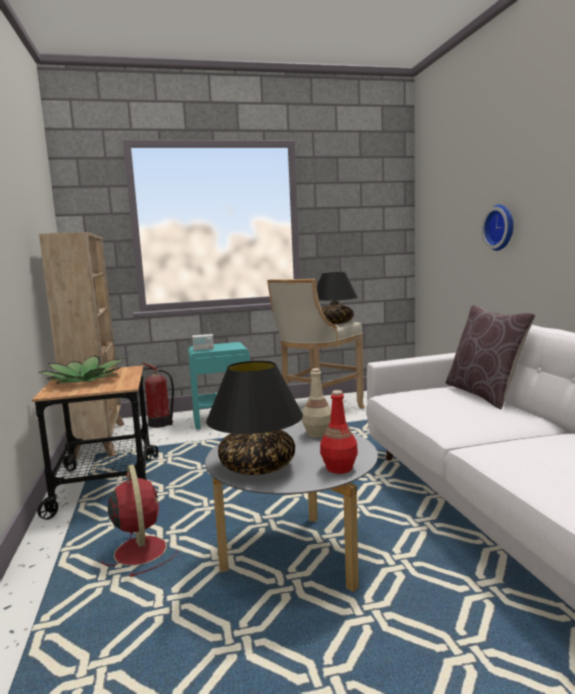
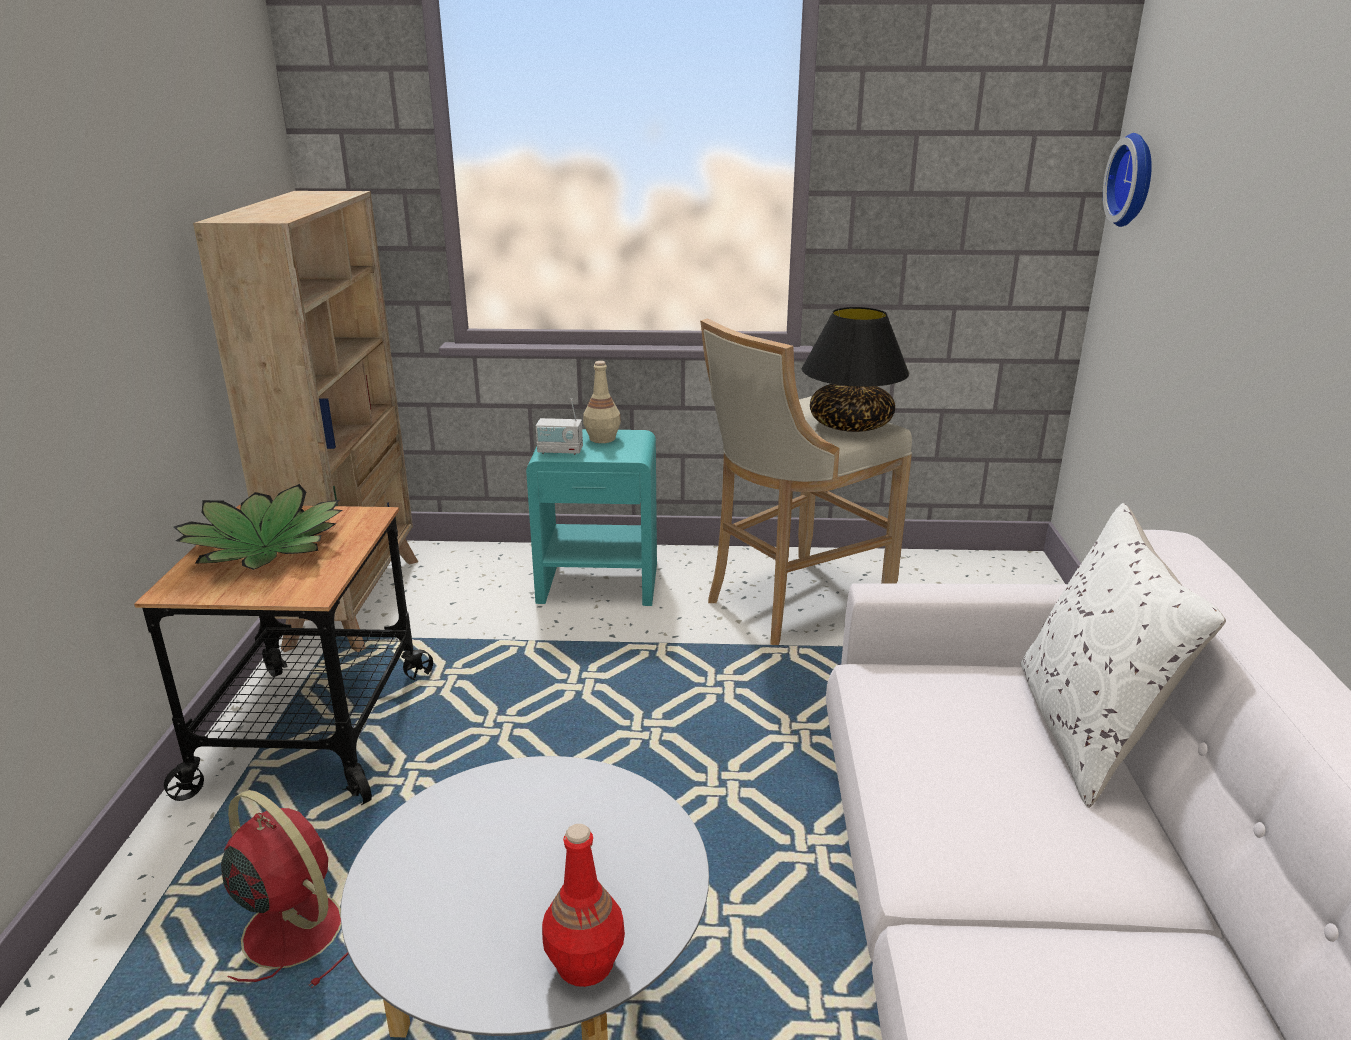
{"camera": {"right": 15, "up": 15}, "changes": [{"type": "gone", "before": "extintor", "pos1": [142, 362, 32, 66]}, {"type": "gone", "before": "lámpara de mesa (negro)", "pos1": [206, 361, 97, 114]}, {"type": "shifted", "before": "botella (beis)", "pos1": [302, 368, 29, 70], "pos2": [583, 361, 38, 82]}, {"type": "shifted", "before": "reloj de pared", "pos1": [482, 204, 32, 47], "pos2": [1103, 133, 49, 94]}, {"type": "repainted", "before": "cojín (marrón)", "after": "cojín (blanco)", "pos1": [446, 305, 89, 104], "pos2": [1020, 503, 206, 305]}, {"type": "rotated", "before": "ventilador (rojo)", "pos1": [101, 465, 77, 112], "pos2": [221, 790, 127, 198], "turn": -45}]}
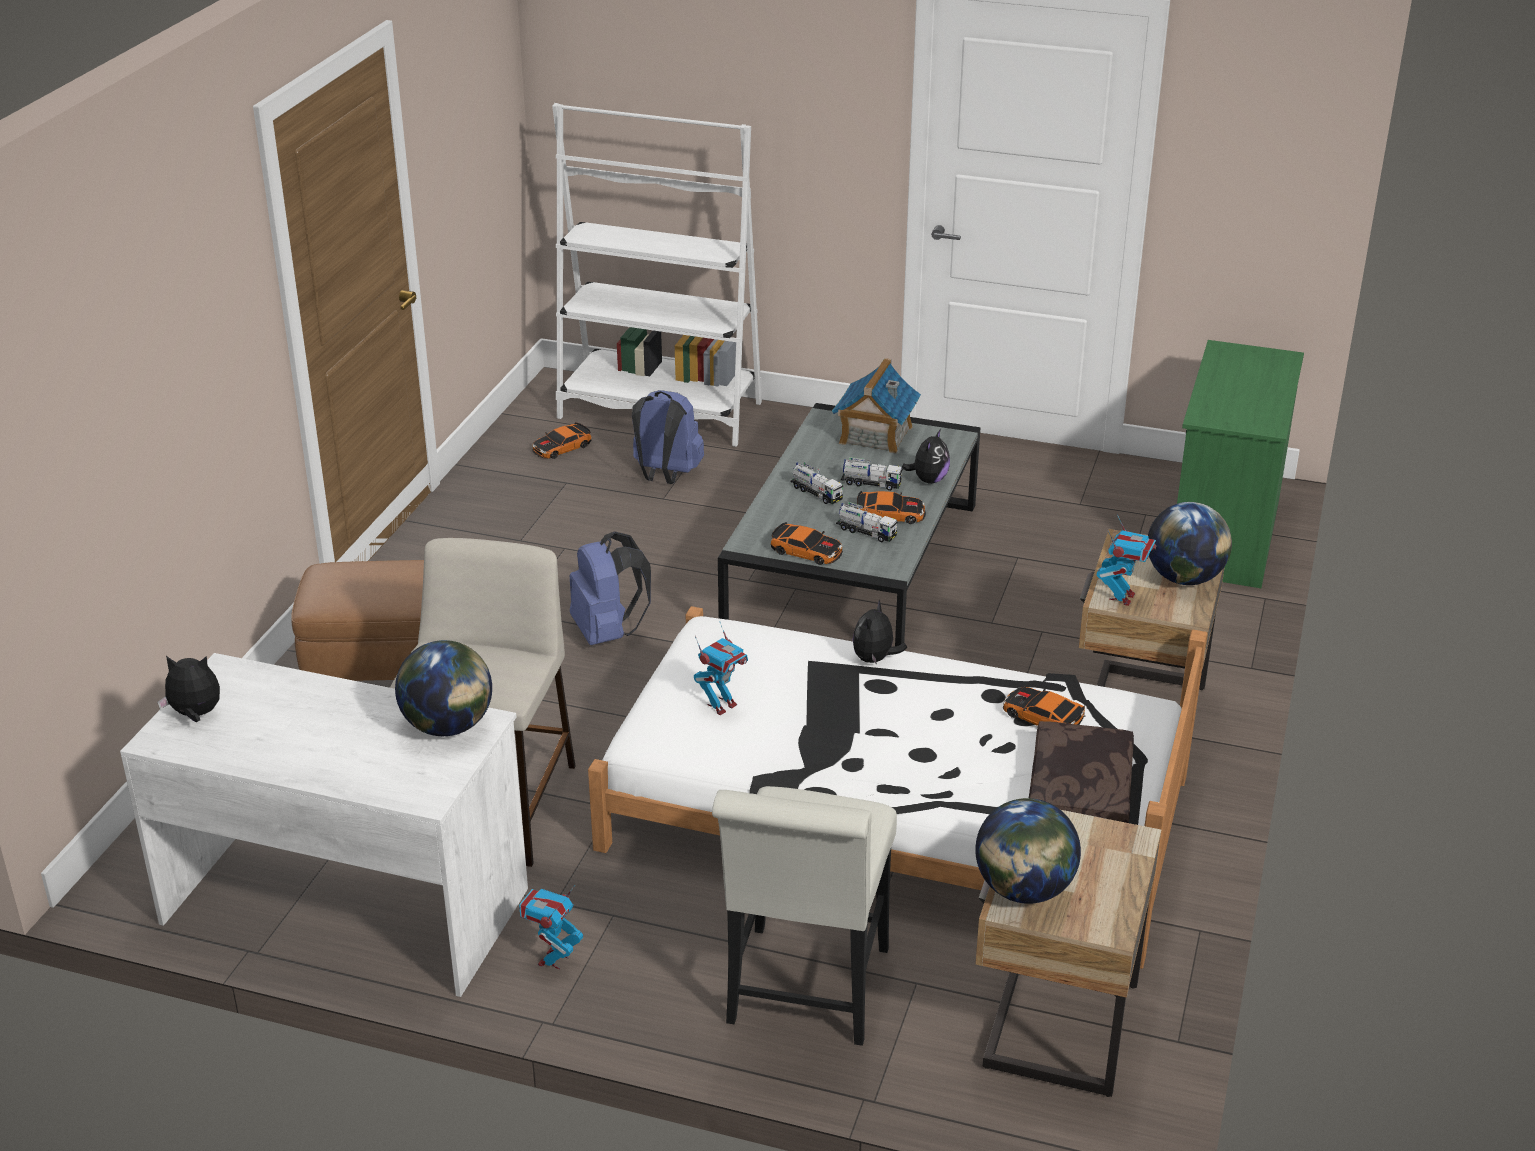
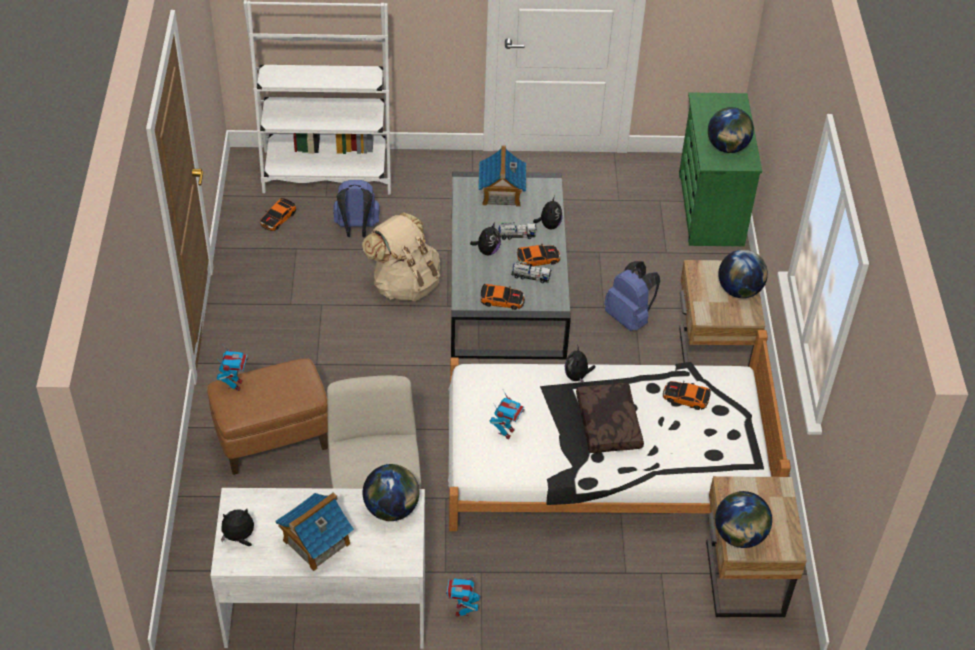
{"camera": {"right": -20, "up": 15}, "changes": [{"type": "gone", "before": "silla (blanco)", "pos1": [712, 786, 185, 260]}, {"type": "new", "after": "casita", "pos2": [275, 492, 79, 79]}, {"type": "new", "after": "mochila (beis)", "pos2": [362, 212, 78, 89]}, {"type": "new", "after": "globo terráqueo", "pos2": [708, 107, 46, 46]}, {"type": "shifted", "before": "mochila (azul)", "pos1": [570, 531, 81, 114], "pos2": [604, 261, 56, 70]}, {"type": "shifted", "before": "cojín (marrón)", "pos1": [1029, 721, 105, 102], "pos2": [576, 383, 68, 70]}, {"type": "shifted", "before": "robot de juguete", "pos1": [1097, 514, 59, 92], "pos2": [217, 344, 31, 47]}, {"type": "swapped", "before": "camión de juguete", "after": "peluche", "pos1": [790, 461, 54, 43], "pos2": [470, 223, 31, 32]}]}
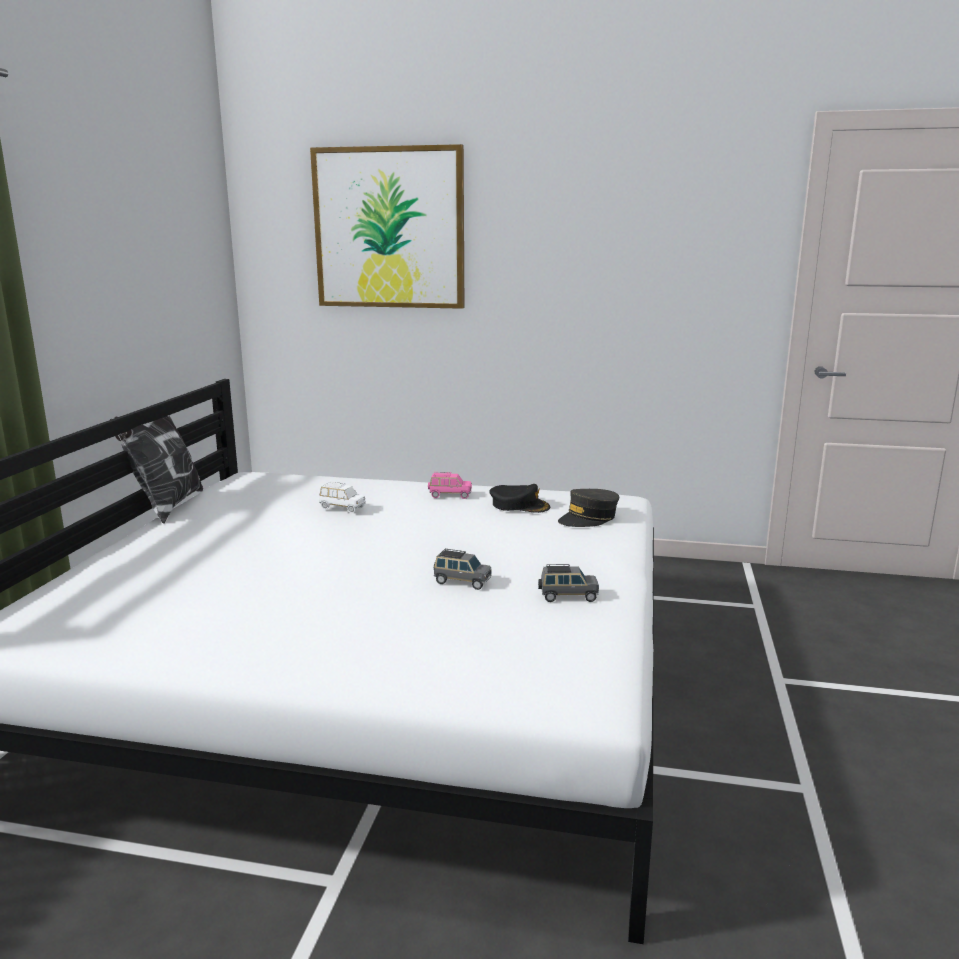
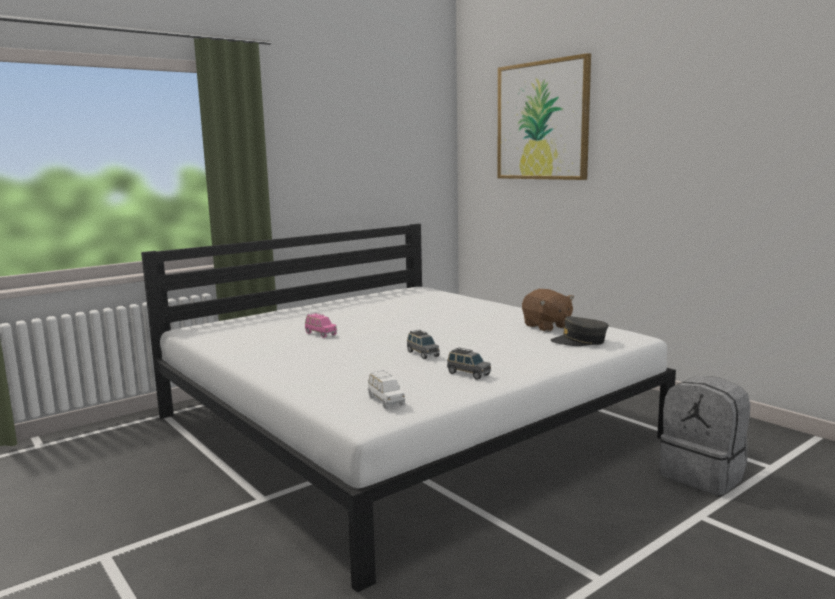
{"camera": {"right": 40, "up": -5}, "changes": [{"type": "gone", "before": "cojín", "pos1": [110, 402, 93, 122]}, {"type": "new", "after": "mochila (gris)", "pos2": [660, 376, 90, 119]}, {"type": "shifted", "before": "coche de juguete (blanco)", "pos1": [319, 481, 47, 32], "pos2": [368, 370, 37, 39]}, {"type": "shifted", "before": "coche de juguete (rosa)", "pos1": [428, 472, 44, 27], "pos2": [305, 313, 32, 25]}, {"type": "swapped", "before": "gorra (negro)", "after": "peluche (marrón)", "pos1": [489, 484, 61, 29], "pos2": [522, 289, 52, 43]}]}
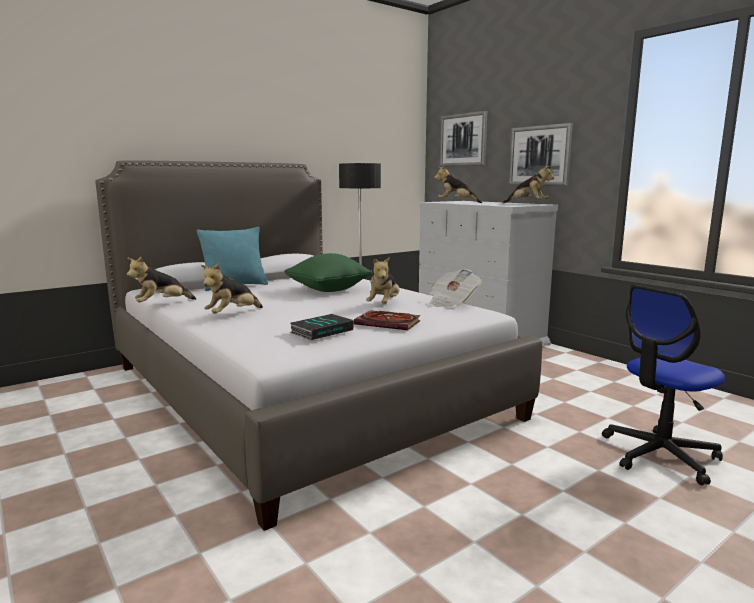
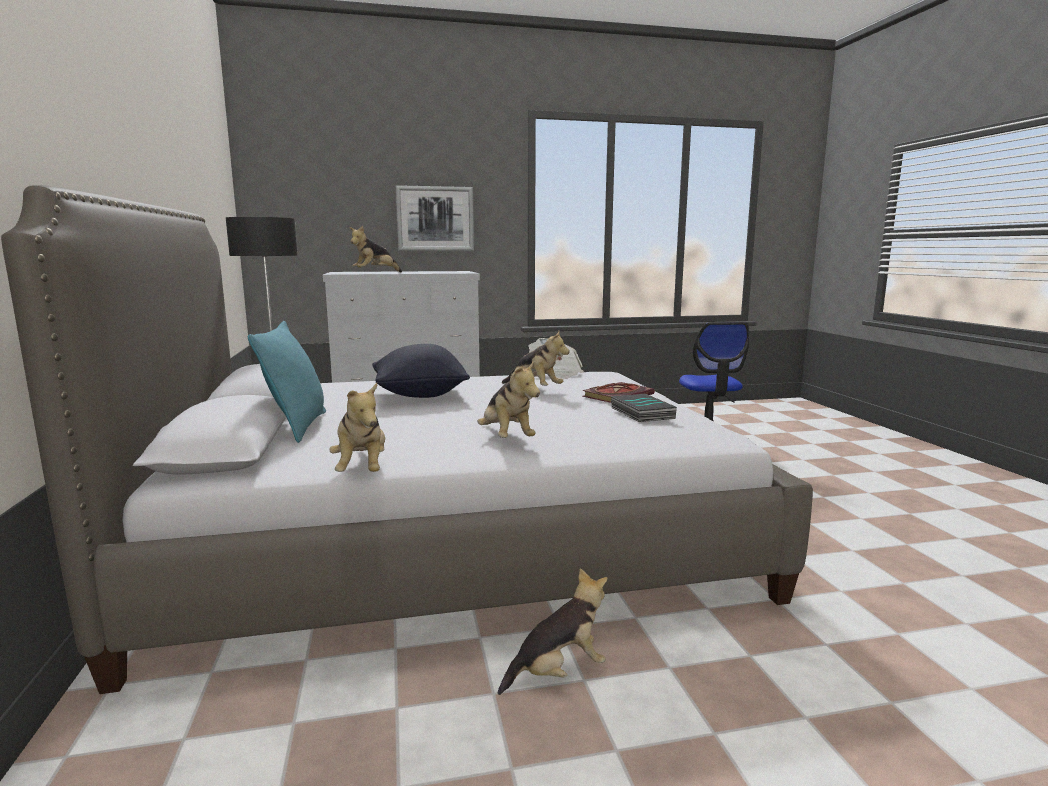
{"camera": {"right": -65, "up": 0}, "changes": [{"type": "gone", "before": "cuadro", "pos1": [439, 111, 48, 56]}, {"type": "shifted", "before": "peluche", "pos1": [503, 165, 51, 38], "pos2": [498, 568, 110, 127]}, {"type": "repainted", "before": "cojín (verde)", "after": "cojín (negro)", "pos1": [284, 253, 89, 39], "pos2": [372, 344, 98, 54]}]}
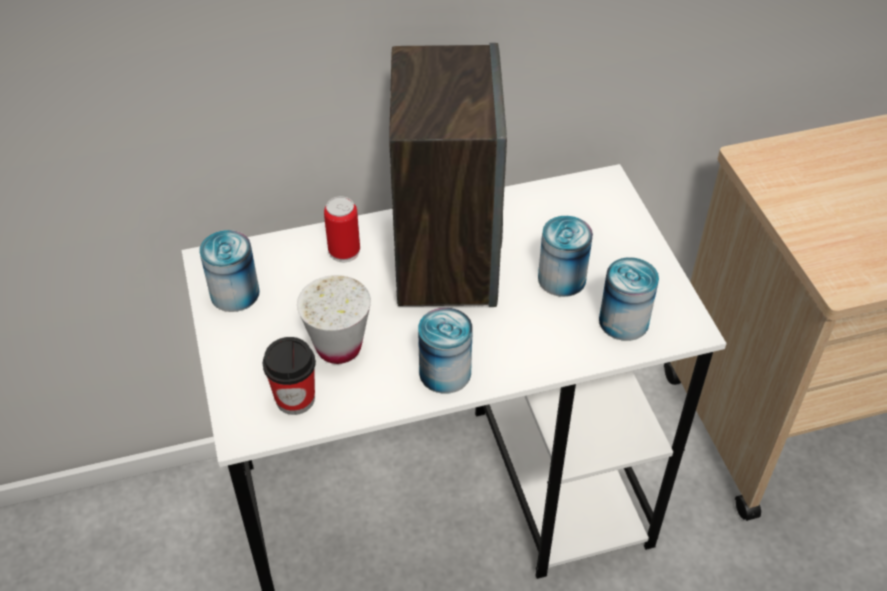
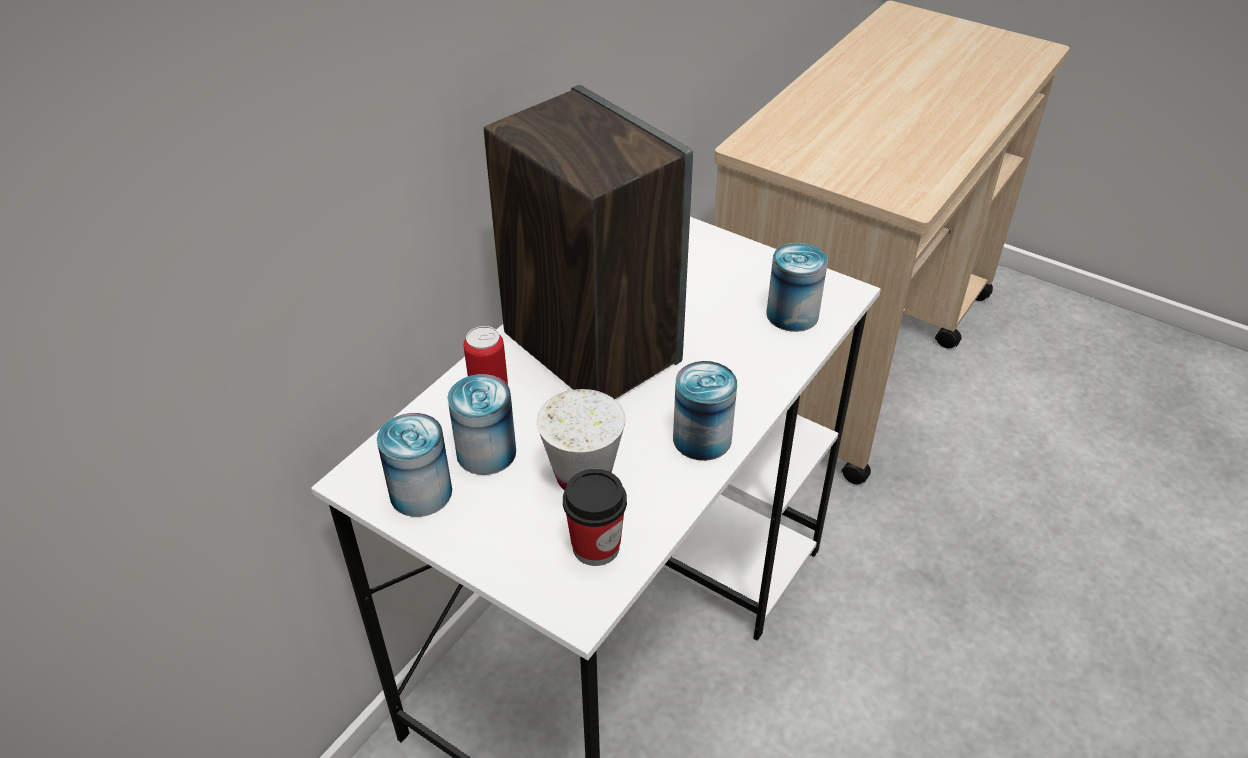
{"camera": {"right": -40, "up": -5}, "changes": [{"type": "shifted", "before": "lata", "pos1": [538, 216, 55, 81], "pos2": [447, 374, 69, 101]}]}
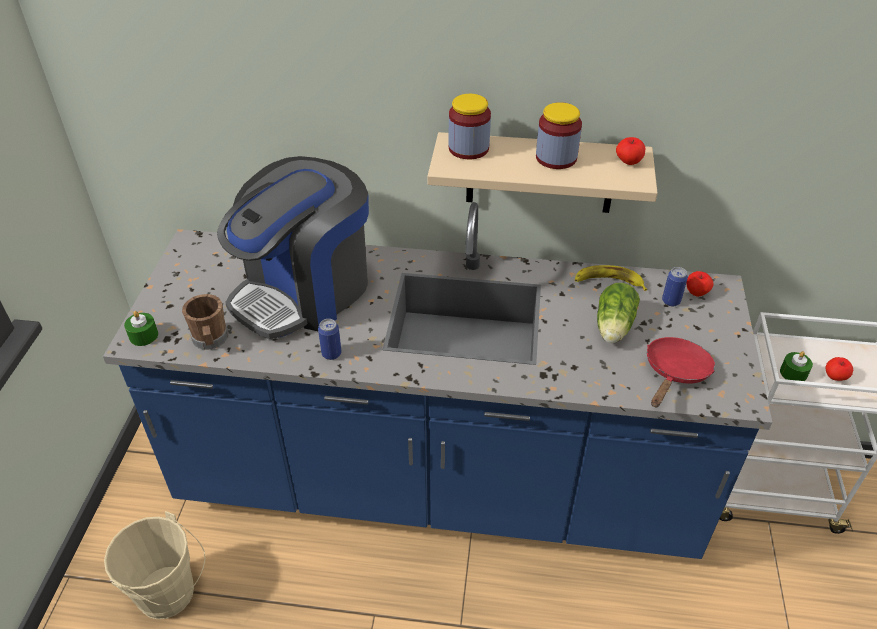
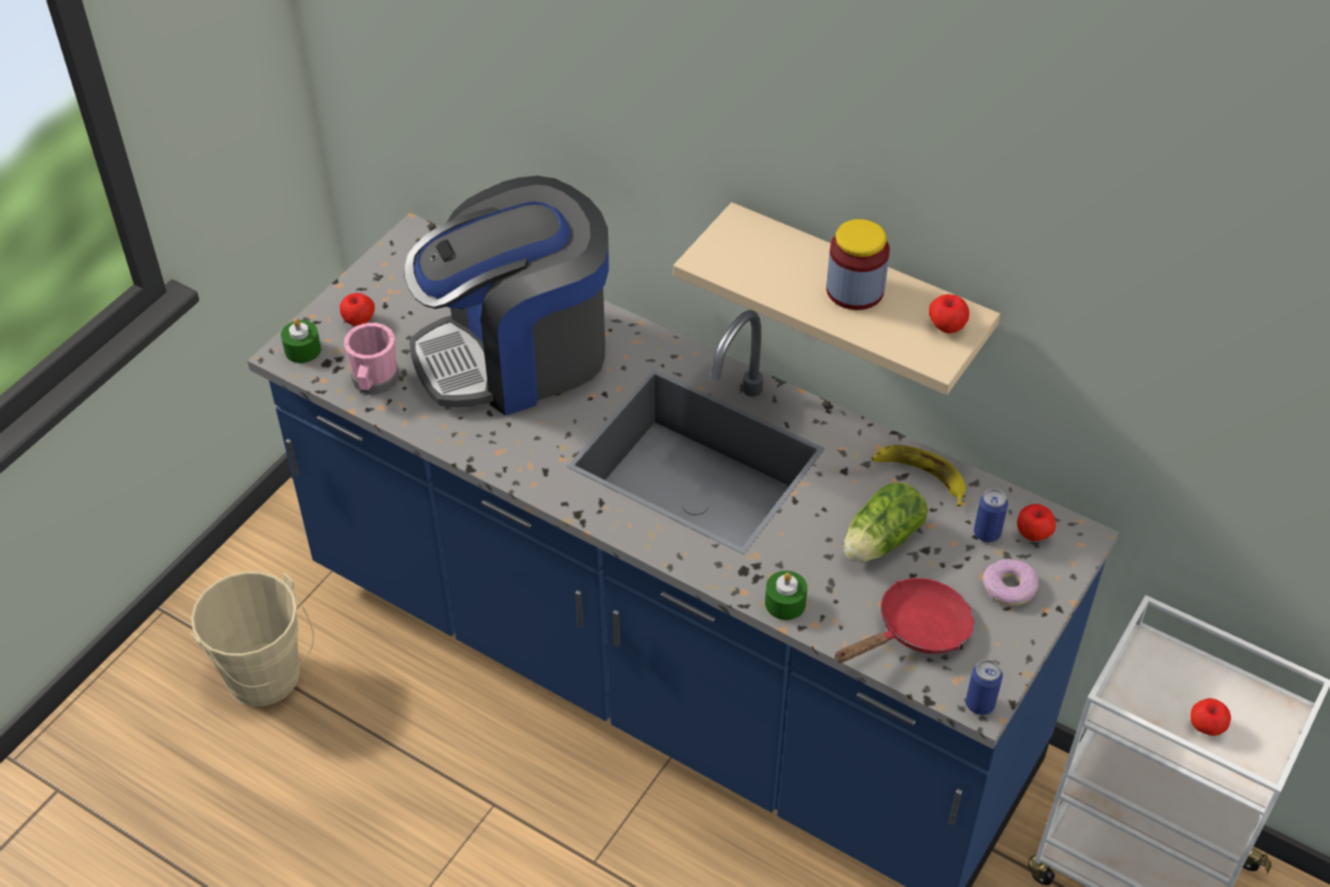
{"camera": {"right": 25, "up": 5}, "changes": [{"type": "gone", "before": "tarro", "pos1": [448, 94, 43, 65]}, {"type": "new", "after": "manzana", "pos2": [340, 293, 35, 33]}, {"type": "new", "after": "rosquilla", "pos2": [983, 559, 56, 47]}, {"type": "shifted", "before": "lata", "pos1": [318, 319, 24, 41], "pos2": [966, 659, 37, 56]}, {"type": "shifted", "before": "vela (verde)", "pos1": [780, 351, 33, 30], "pos2": [765, 571, 43, 49]}, {"type": "repainted", "before": "taza grande (marrón)", "after": "taza grande (rosa)", "pos1": [182, 294, 47, 56], "pos2": [344, 323, 55, 72]}]}
